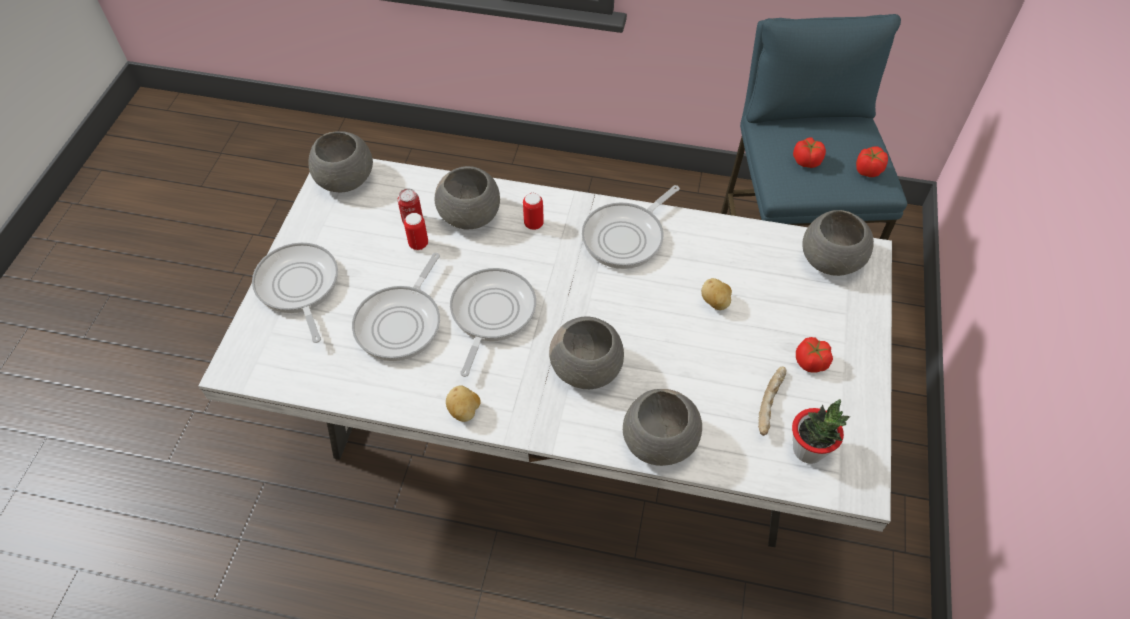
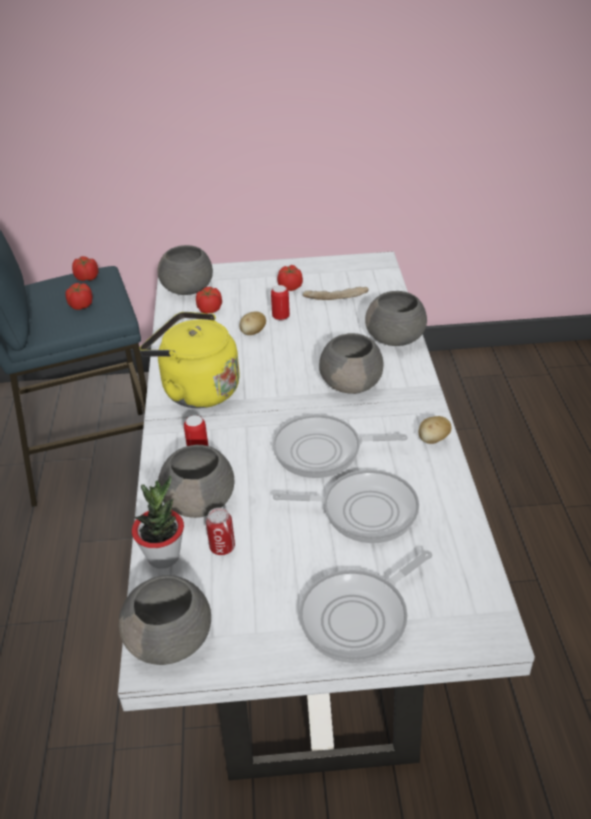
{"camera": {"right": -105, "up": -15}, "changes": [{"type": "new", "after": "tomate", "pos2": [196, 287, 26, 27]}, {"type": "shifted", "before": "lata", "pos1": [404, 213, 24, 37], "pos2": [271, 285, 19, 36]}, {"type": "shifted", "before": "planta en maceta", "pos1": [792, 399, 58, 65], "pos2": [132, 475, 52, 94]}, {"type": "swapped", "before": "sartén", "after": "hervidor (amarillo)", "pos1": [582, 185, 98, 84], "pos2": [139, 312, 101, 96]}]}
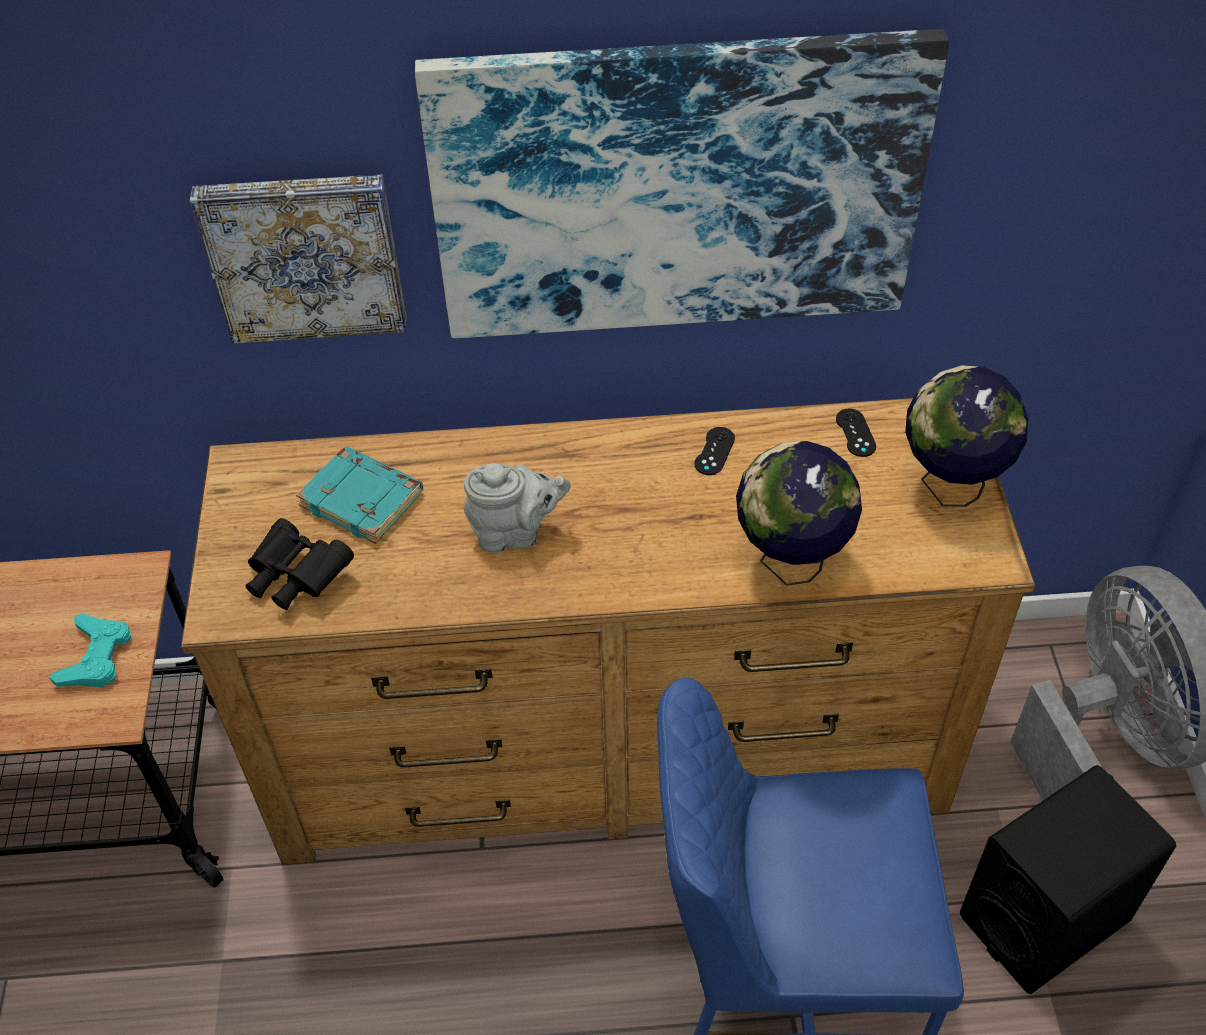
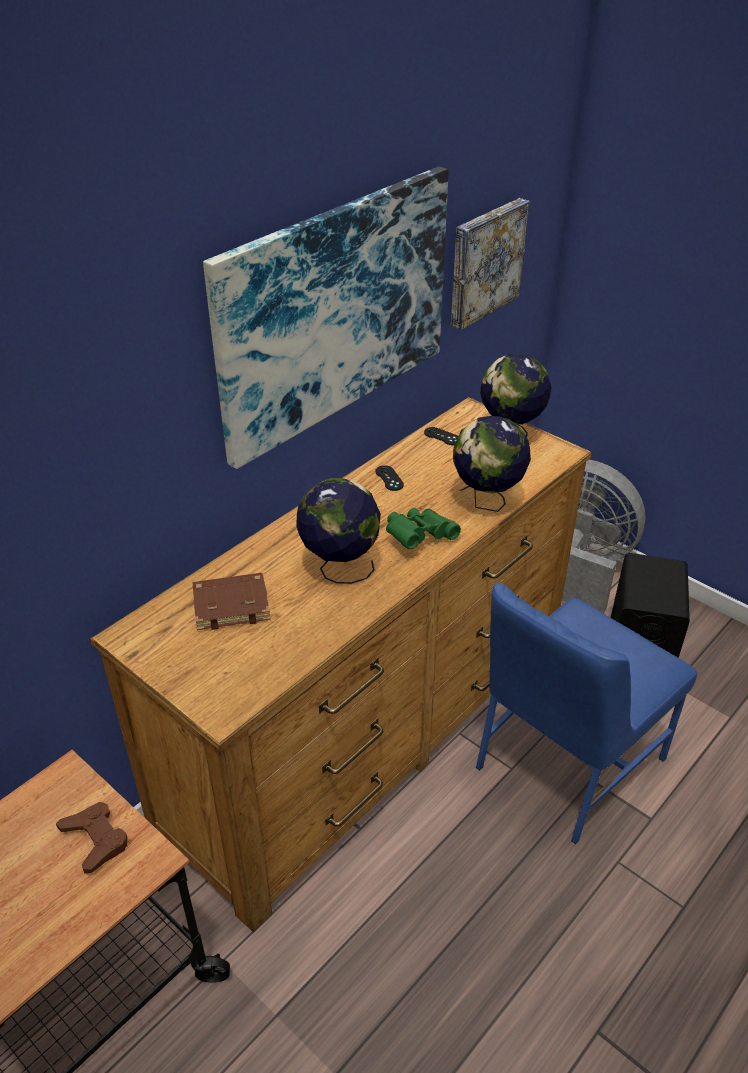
{"camera": {"right": -45, "up": -10}, "changes": [{"type": "gone", "before": "prismáticos (negro)", "pos1": [245, 518, 109, 92]}, {"type": "new", "after": "prismáticos (verde)", "pos2": [386, 508, 75, 41]}, {"type": "shifted", "before": "cuadro", "pos1": [190, 174, 217, 169], "pos2": [451, 198, 79, 132]}, {"type": "swapped", "before": "tetera (gris)", "after": "globo terráqueo", "pos1": [464, 463, 107, 90], "pos2": [296, 478, 85, 106]}, {"type": "repainted", "before": "mando de consola (turquesa)", "after": "mando de consola (marrón)", "pos1": [49, 614, 82, 73], "pos2": [56, 802, 72, 72]}, {"type": "repainted", "before": "libro (turquesa)", "after": "libro (marrón)", "pos1": [296, 446, 127, 98], "pos2": [193, 573, 78, 57]}]}
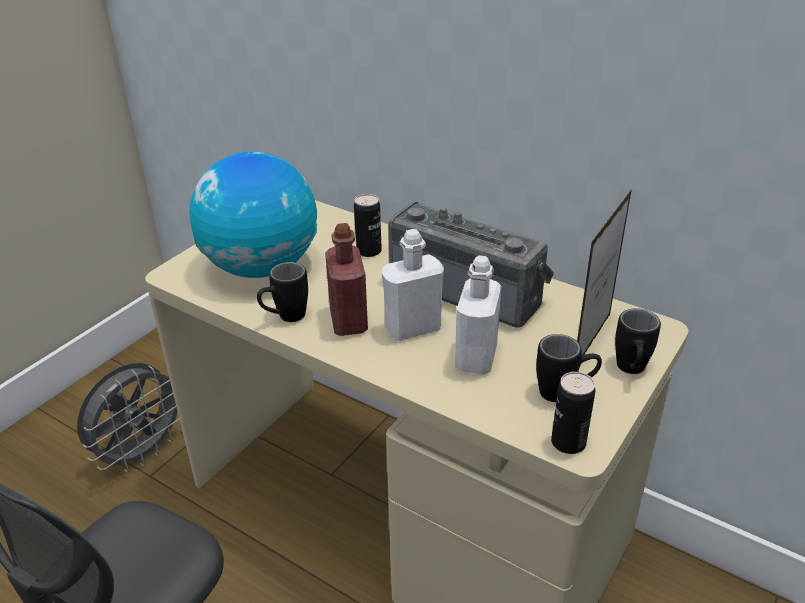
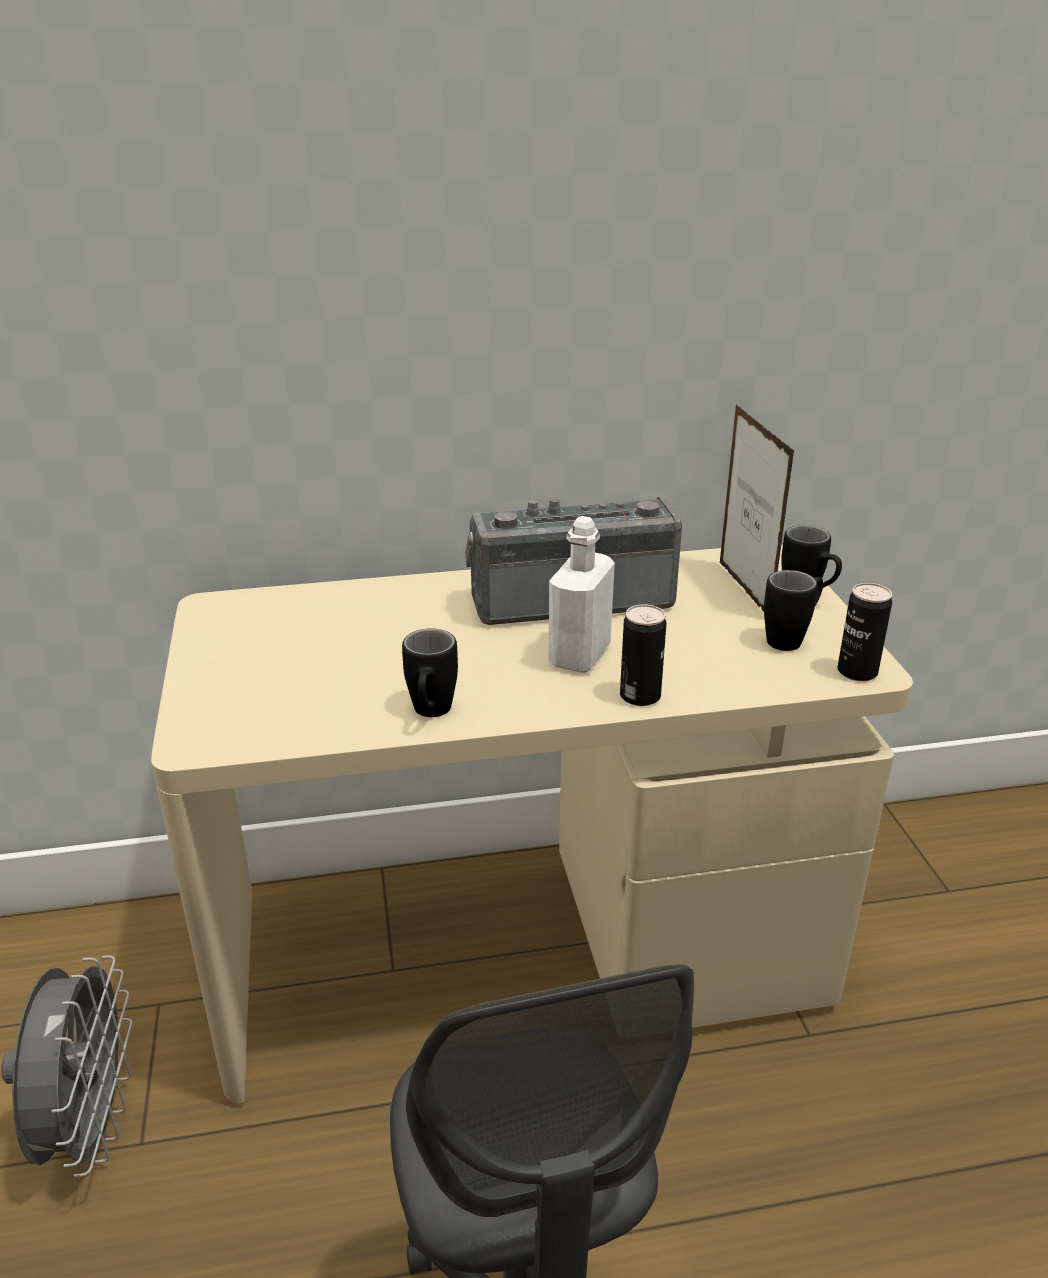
{"camera": {"right": -45, "up": -5}, "changes": [{"type": "gone", "before": "globo terráqueo", "pos1": [189, 152, 128, 126]}, {"type": "gone", "before": "botella (rojo)", "pos1": [325, 223, 43, 113]}, {"type": "gone", "before": "botella (blanco)", "pos1": [455, 255, 46, 119]}, {"type": "shifted", "before": "lata", "pos1": [354, 194, 28, 63], "pos2": [620, 604, 47, 102]}]}
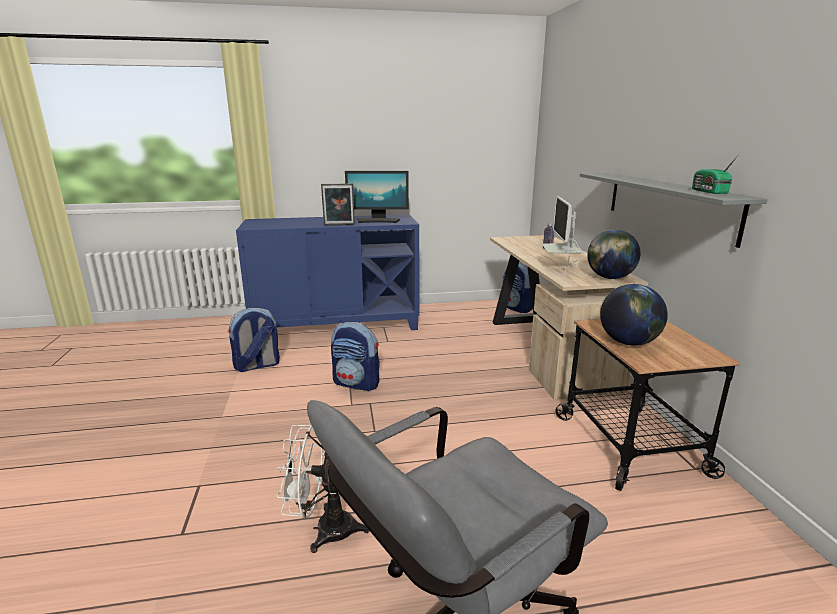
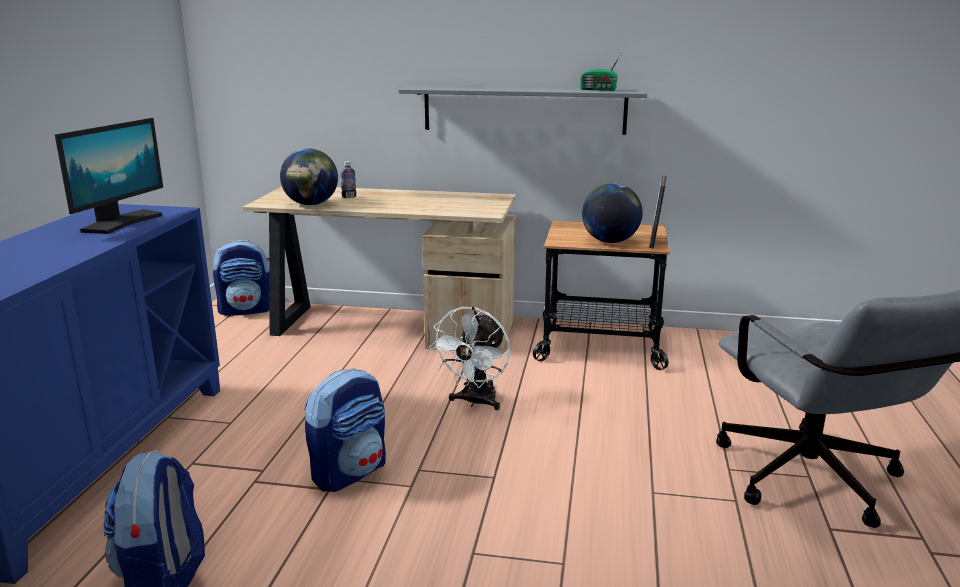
{"camera": {"right": -70, "up": 0}, "changes": [{"type": "gone", "before": "monitor", "pos1": [542, 196, 42, 79]}, {"type": "shifted", "before": "ventilador (blanco)", "pos1": [276, 425, 94, 128], "pos2": [429, 307, 82, 103]}, {"type": "shifted", "before": "portarretratos", "pos1": [321, 183, 34, 42], "pos2": [649, 176, 18, 72]}, {"type": "shifted", "before": "globo terráqueo", "pos1": [587, 230, 53, 49], "pos2": [280, 148, 58, 57]}]}
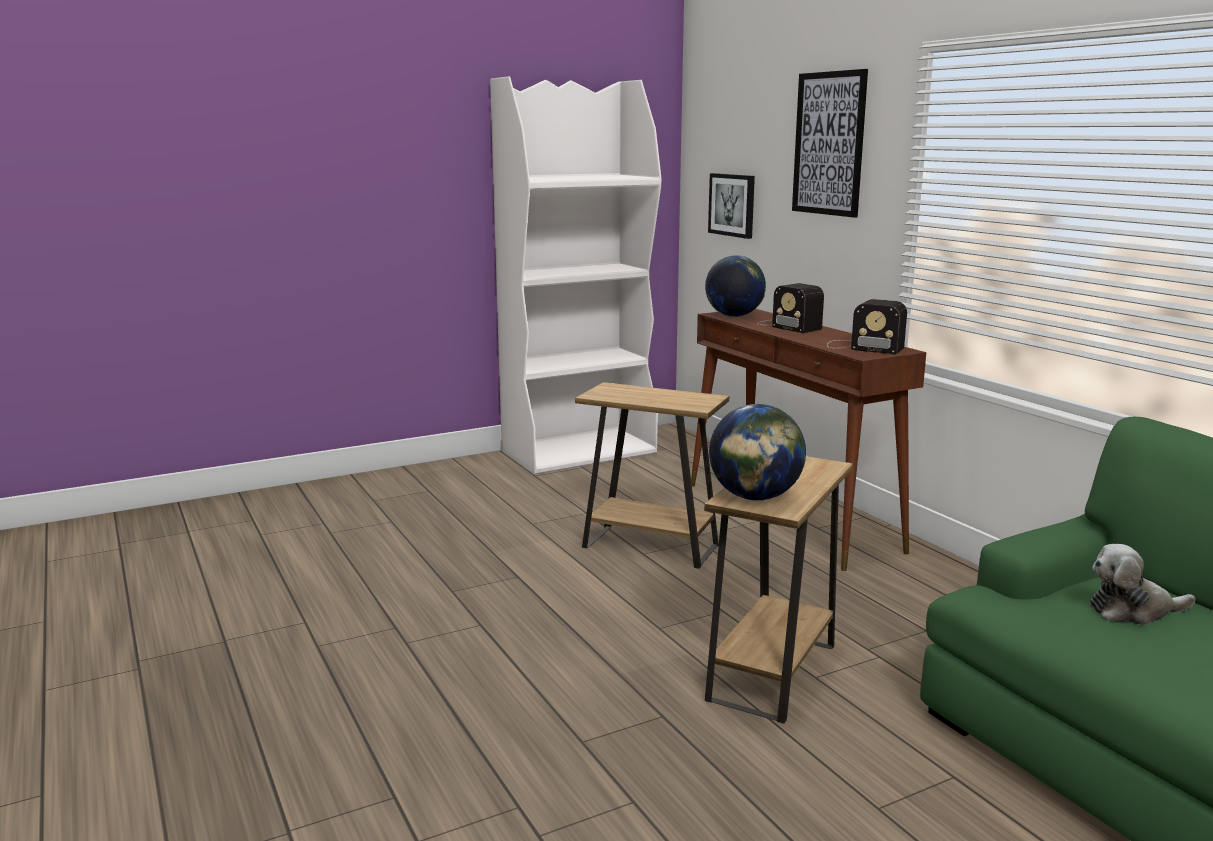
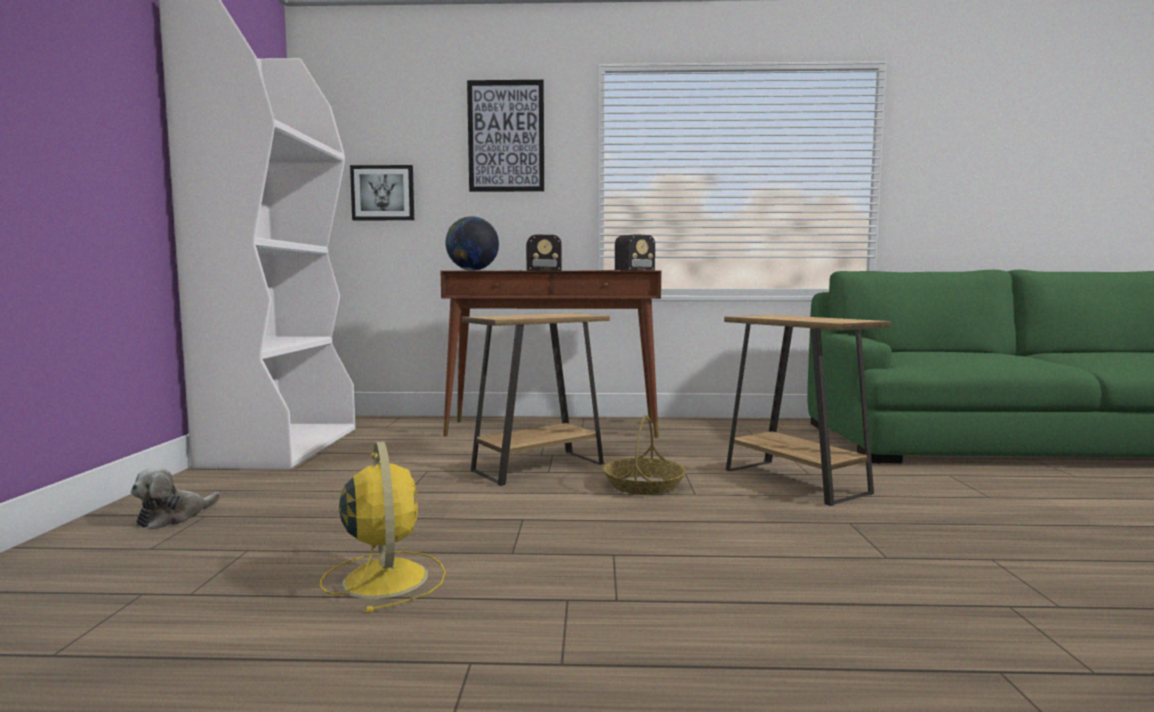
{"camera": {"right": -60, "up": -10}, "changes": [{"type": "gone", "before": "globo terráqueo", "pos1": [709, 404, 97, 97]}, {"type": "new", "after": "ventilador (amarillo)", "pos2": [320, 441, 126, 172]}, {"type": "new", "after": "cesta", "pos2": [603, 415, 83, 80]}, {"type": "shifted", "before": "peluche", "pos1": [1090, 544, 105, 81], "pos2": [131, 467, 89, 63]}]}
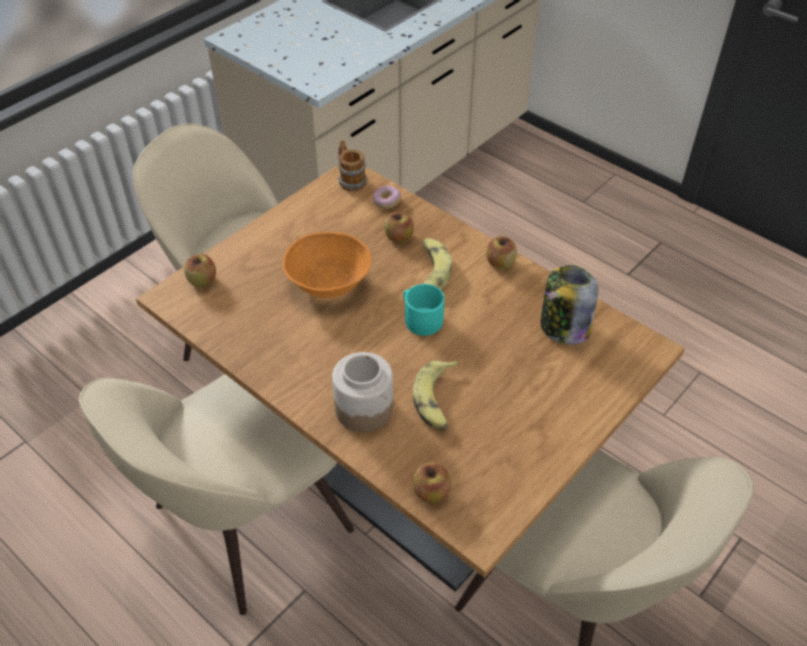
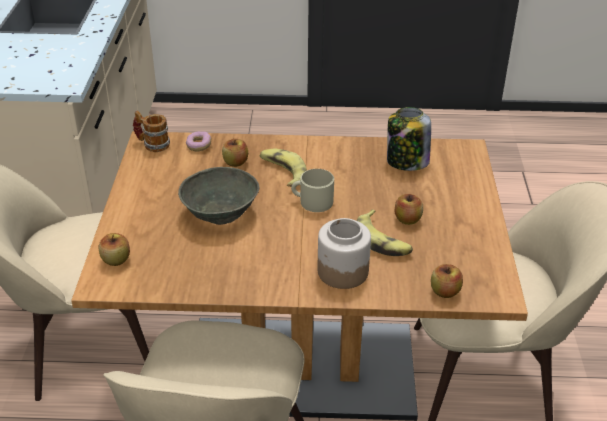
{"camera": {"right": -40, "up": -10}, "changes": [{"type": "shifted", "before": "manzana", "pos1": [486, 236, 31, 33], "pos2": [395, 194, 28, 31]}, {"type": "repainted", "before": "cuenco (naranja)", "after": "cuenco (gris)", "pos1": [283, 232, 89, 66], "pos2": [178, 167, 81, 58]}, {"type": "repainted", "before": "taza grande (turquesa)", "after": "taza grande (beis)", "pos1": [403, 284, 41, 52], "pos2": [291, 169, 43, 43]}]}
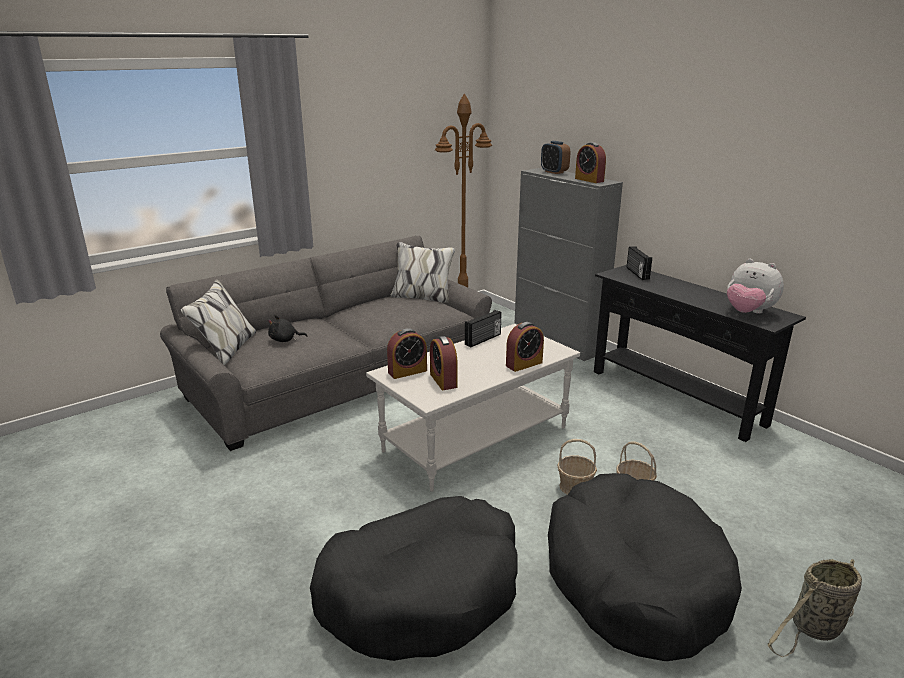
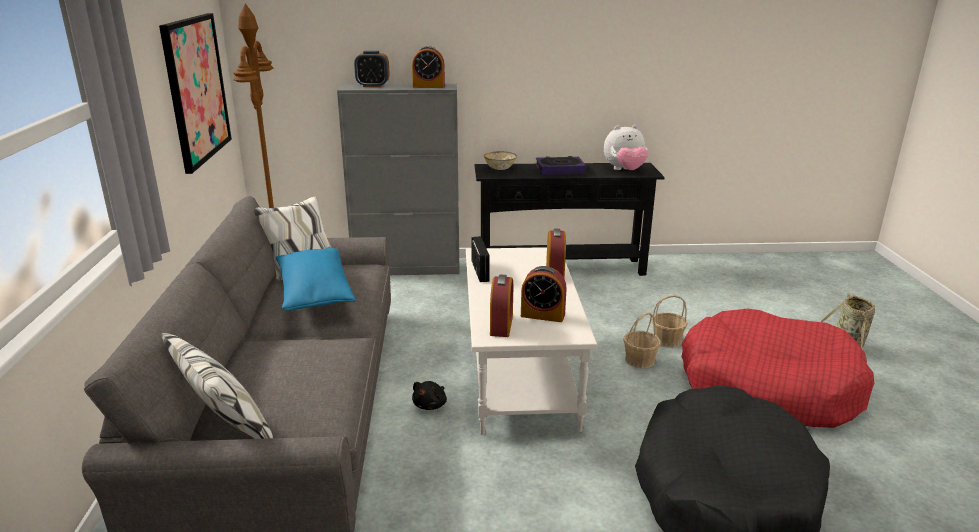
{"camera": {"right": -55, "up": 0}, "changes": [{"type": "new", "after": "cuadro", "pos2": [159, 13, 73, 161]}, {"type": "new", "after": "cojín (azul)", "pos2": [276, 248, 79, 63]}, {"type": "new", "after": "libro", "pos2": [536, 156, 51, 19]}, {"type": "shifted", "before": "peluche (negro)", "pos1": [268, 315, 40, 27], "pos2": [412, 381, 35, 29]}, {"type": "swapped", "before": "radio", "after": "cuenco", "pos1": [627, 246, 25, 34], "pos2": [484, 151, 33, 19]}, {"type": "repainted", "before": "cama para perro (negro)", "after": "cama para perro (rojo)", "pos1": [548, 473, 194, 188], "pos2": [681, 309, 193, 119]}]}
